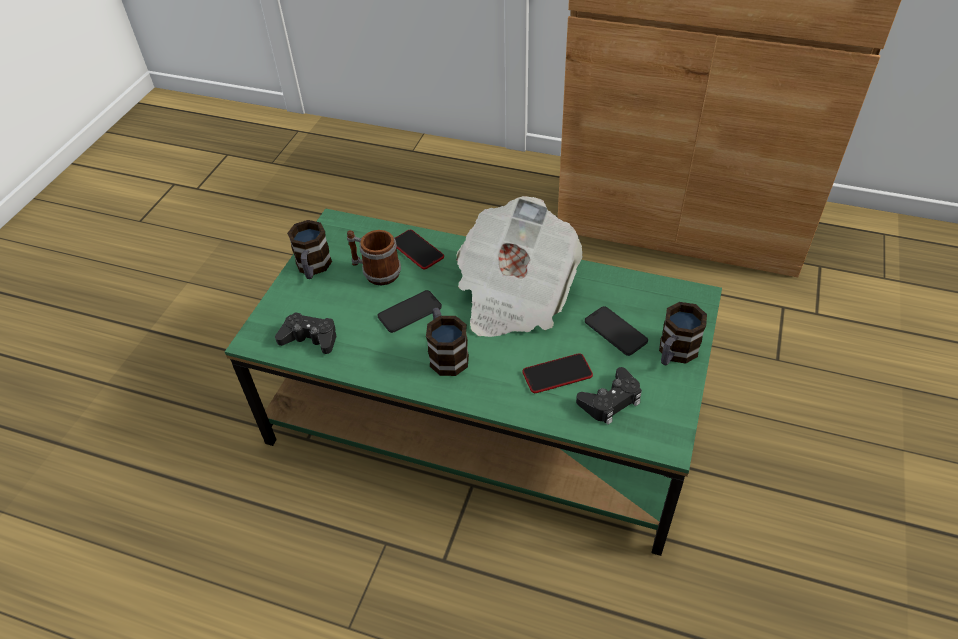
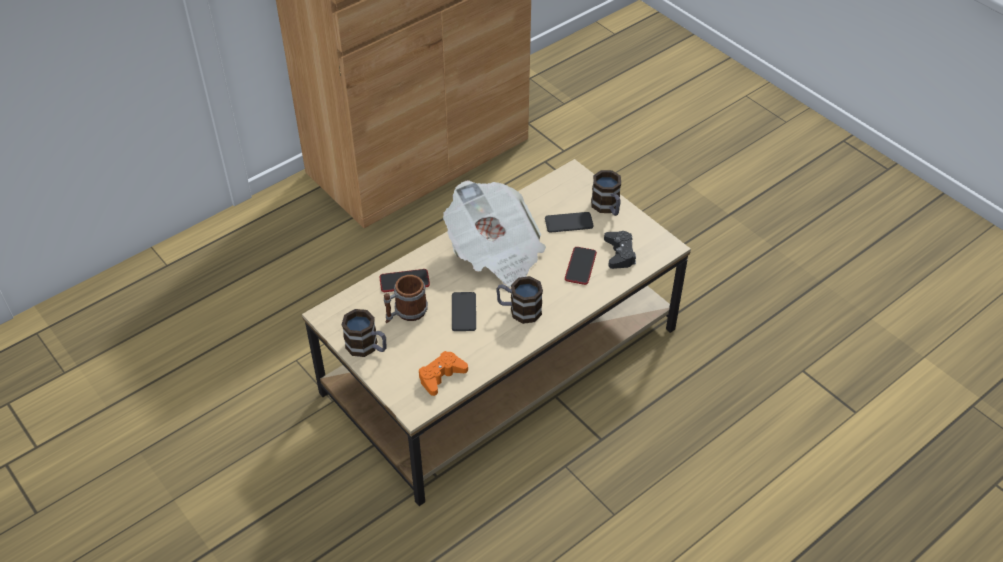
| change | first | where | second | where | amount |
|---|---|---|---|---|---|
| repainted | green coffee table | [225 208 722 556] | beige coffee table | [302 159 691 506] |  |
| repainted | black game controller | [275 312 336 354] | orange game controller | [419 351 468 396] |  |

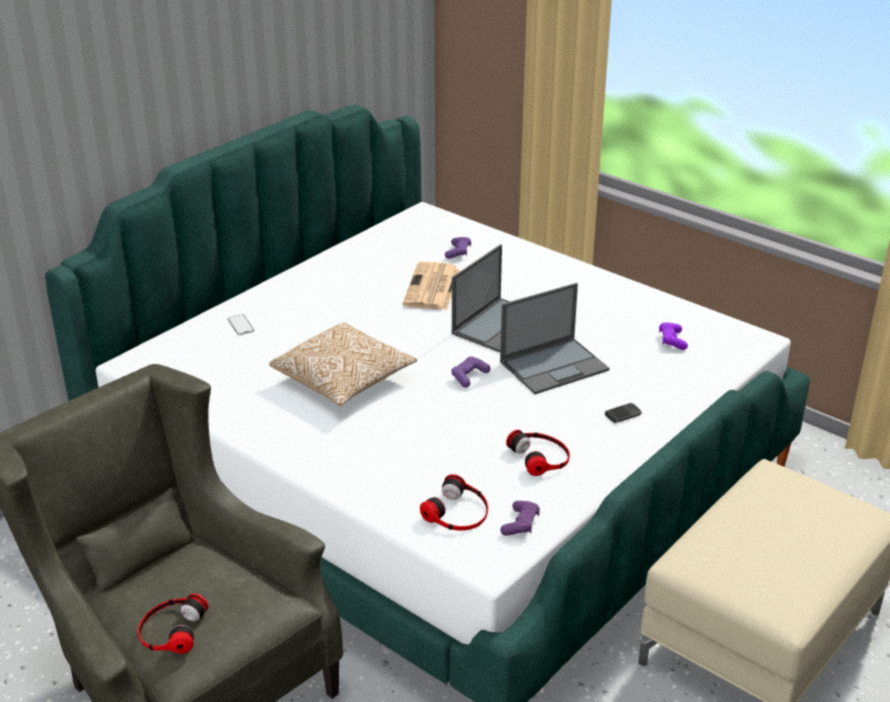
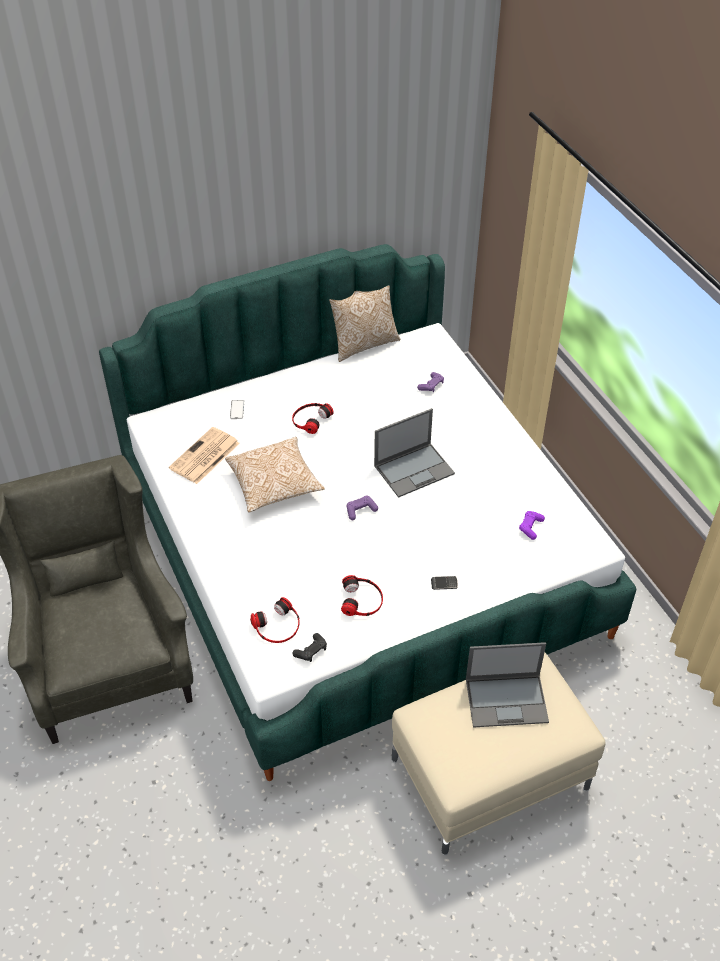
| change | first | where | second | where | amount |
|---|---|---|---|---|---|
| shifted | newspaper | [402 262 460 310] |  | [169 427 240 484] |  |
| shifted | headphones | [138 594 209 654] |  | [292 403 334 434] |  |
| repainted | purple game controller | [500 501 540 536] | black game controller | [292 633 327 662] |  |
| new |  |  | pillow | [329 285 401 362] |  |
| shifted | laptop | [500 283 610 394] |  | [466 642 549 728] |  |

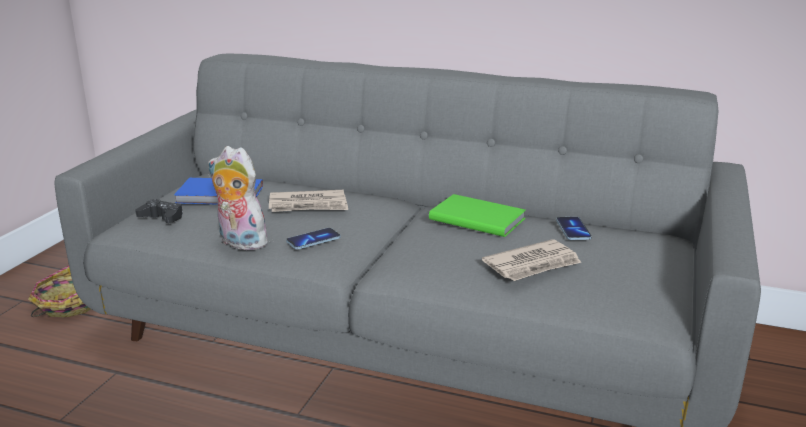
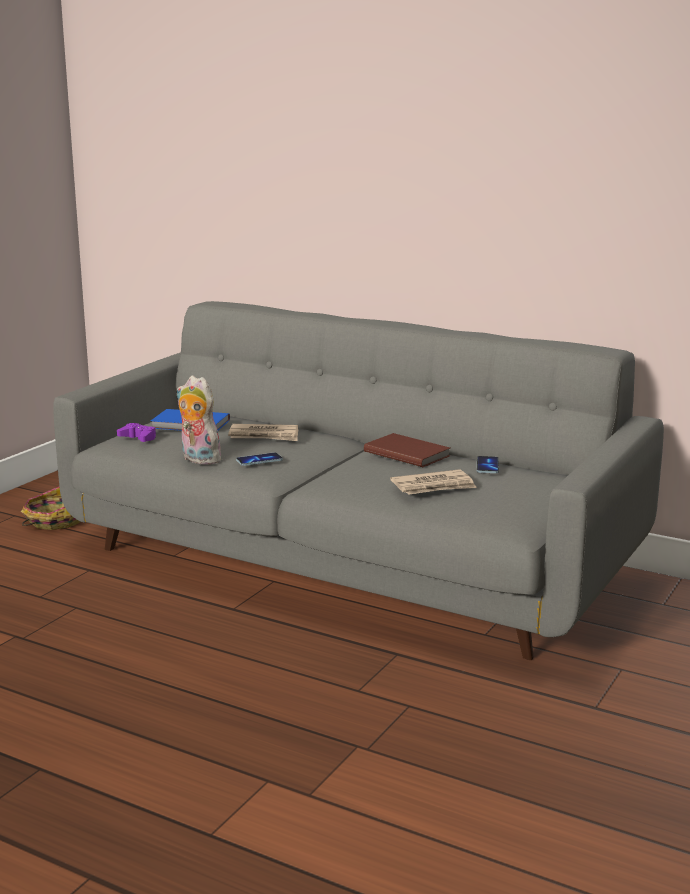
| change | first | where | second | where | amount |
|---|---|---|---|---|---|
| repainted | black game controller | [135 199 183 223] | purple game controller | [117 423 156 442] |  |
| repainted | green book | [429 194 526 237] | brown book | [364 433 450 467] |  |

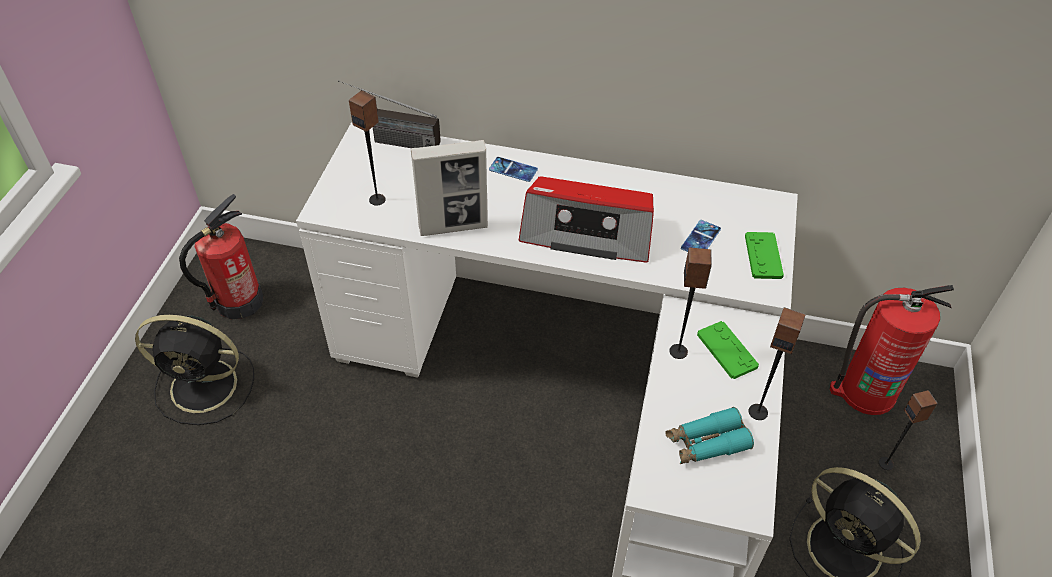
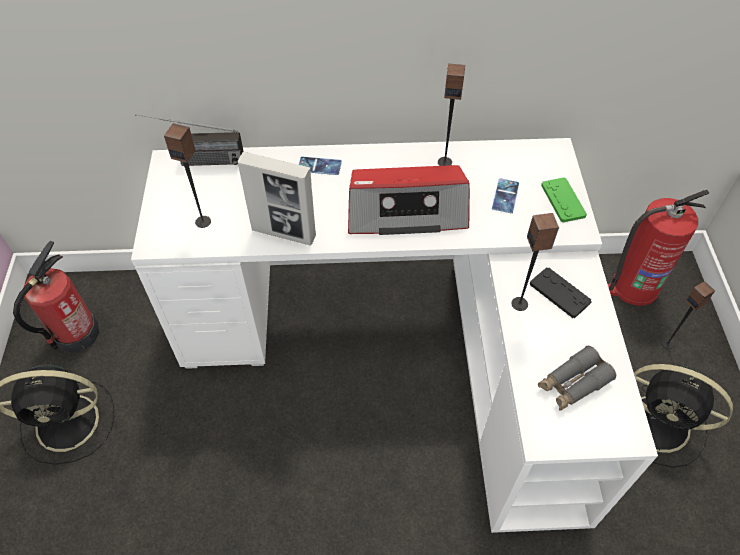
| change | first | where | second | where | amount |
|---|---|---|---|---|---|
| rotated | picture frame | [411 140 488 236] |  | [238 151 316 245] | 45 degrees clockwise |
| shifted | speaker | [749 307 805 420] |  | [438 63 465 166] |  |
| repainted | green game controller | [697 321 759 379] | black game controller | [530 267 592 318] |  |
| repainted | turquoise binoculars | [665 407 754 464] | grey binoculars | [538 346 616 410] |  |

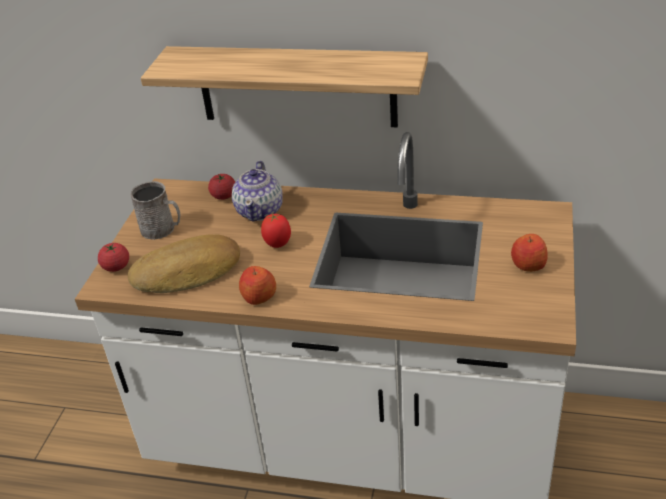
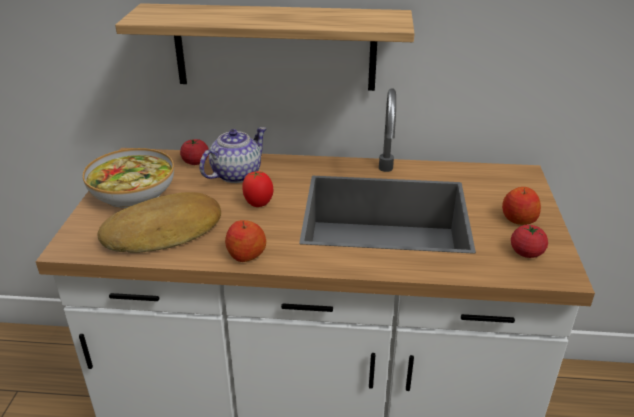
| change | first | where | second | where | amount |
|---|---|---|---|---|---|
| swapped | grey mug | [130 181 180 240] | bowl | [83 148 174 208] |  |
| rotated | teapot | [232 161 283 222] |  | [200 127 267 183] | 135 degrees counterclockwise |
| shifted | tomato | [98 243 129 272] |  | [511 225 548 258] |  |

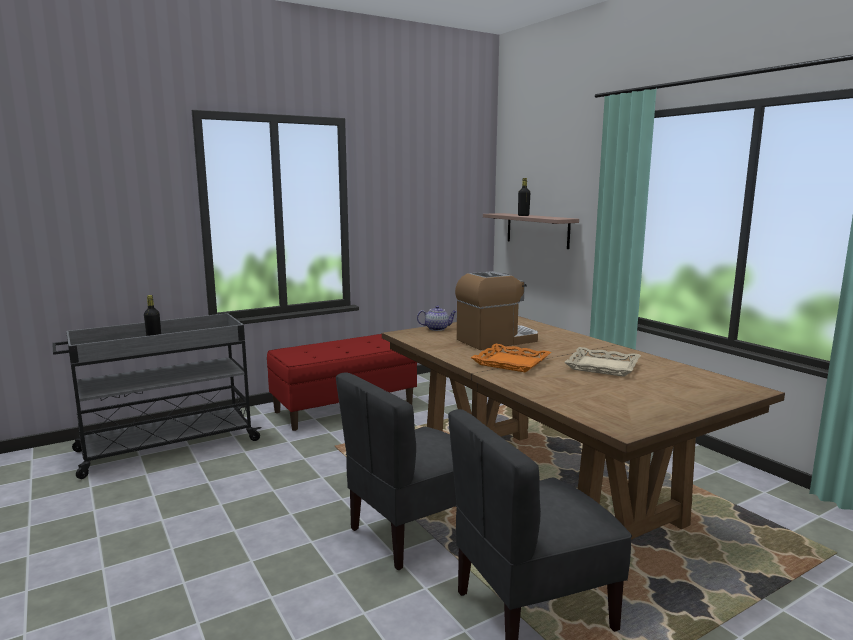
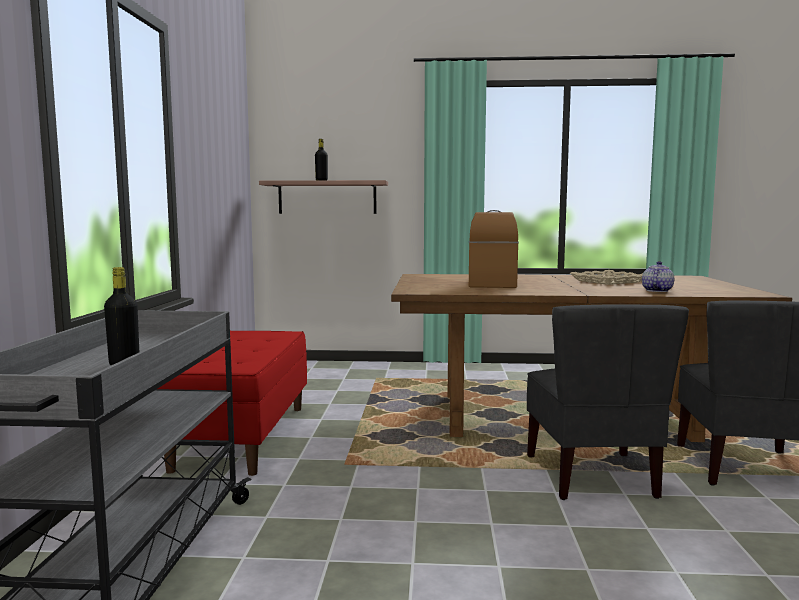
| change | first | where | second | where | amount |
|---|---|---|---|---|---|
| shifted | teapot | [417 305 457 331] |  | [642 261 674 292] |  |
| gone | orange tray | [471 343 551 373] |  |  |  |

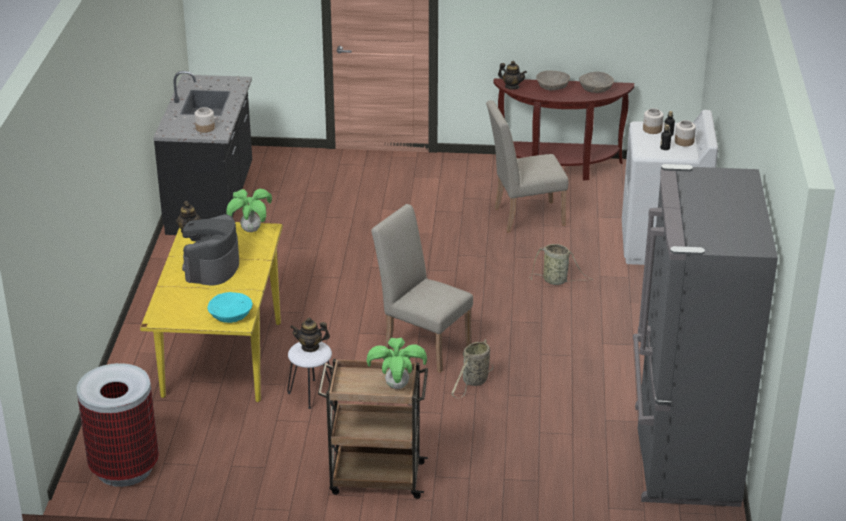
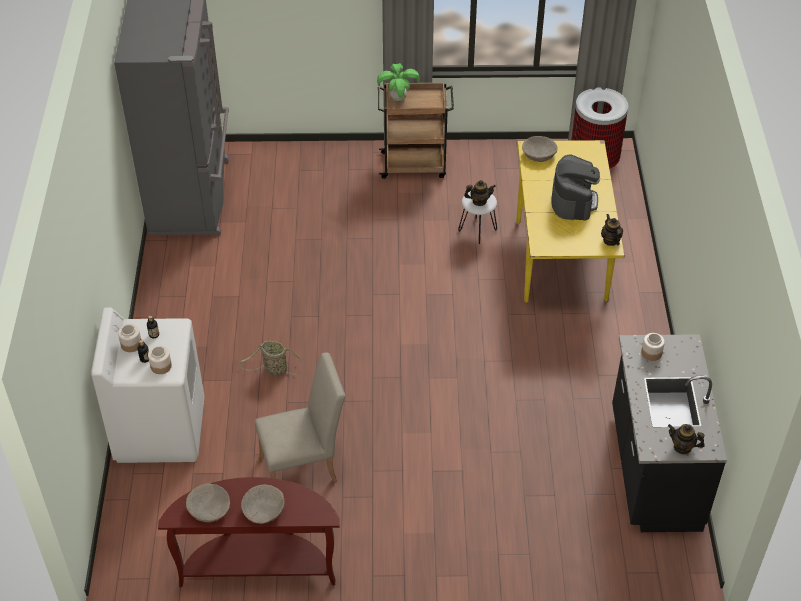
| change | first | where | second | where | amount |
|---|---|---|---|---|---|
| repainted | turquoise bowl | [207 292 253 323] | beige bowl | [522 136 558 162] |  |
| shifted | teapot | [498 61 527 90] |  | [668 424 705 454] |  |
| gone | potted plant | [226 189 272 232] |  |  |  |
| gone | beige chair | [371 204 473 373] |  |  |  |
| gone | basket | [451 339 493 398] |  |  |  |

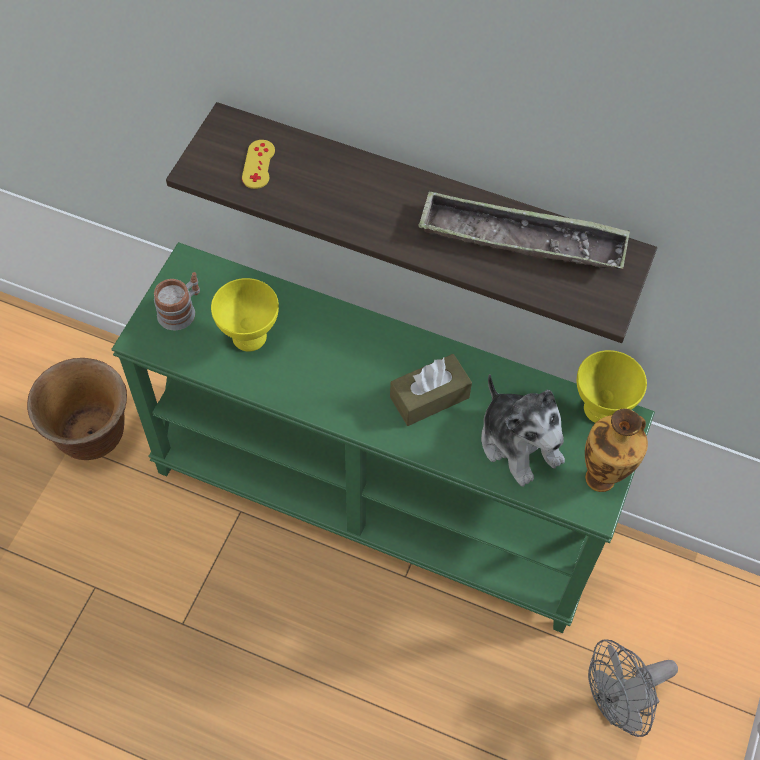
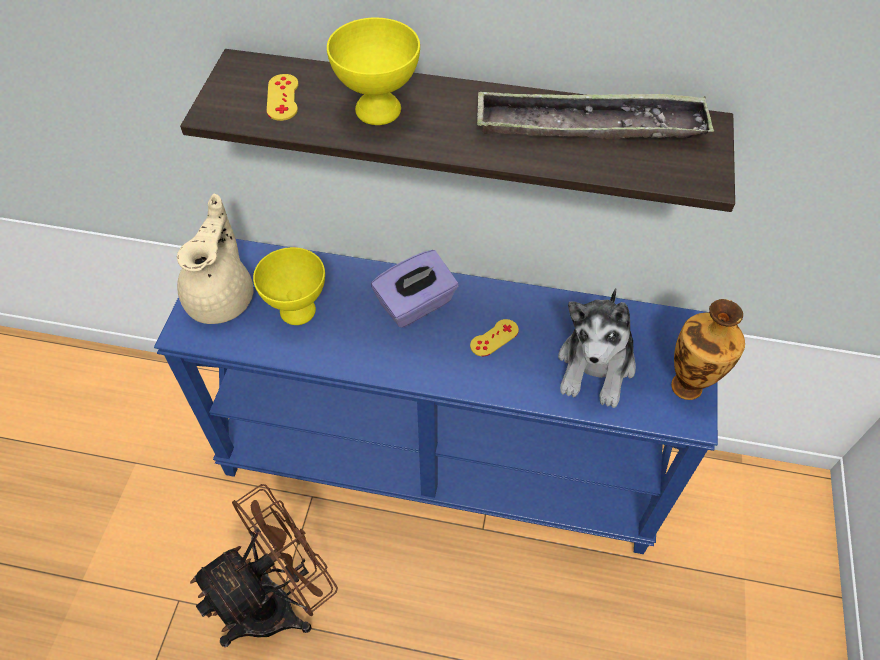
| change | first | where | second | where | amount |
|---|---|---|---|---|---|
| repainted | green console table | [111 242 655 633] | blue console table | [154 239 718 554] |  |
| swapped | mug | [154 272 200 330] | beige teapot | [177 194 254 324] |  |
| new |  |  | brown fan | [190 484 338 647] |  |
| shifted | yellow bowl | [577 350 647 423] |  | [327 18 420 125] |  |
| new |  |  | purple tissue box | [371 250 459 328] |  |
| swapped | brown tissue box | [390 354 472 426] | yellow game controller | [470 319 519 356] |  |
| rotated | plush toy | [481 374 565 486] |  | [558 288 636 408] | 60 degrees clockwise |
| gone | brown planter | [27 358 127 460] |  |  |  |
| gone | grey fan | [588 639 678 737] |  |  |  |

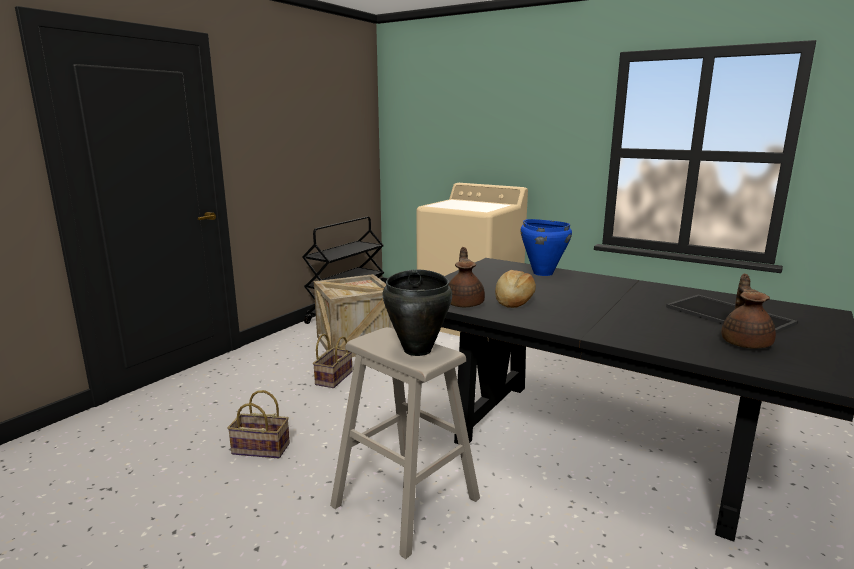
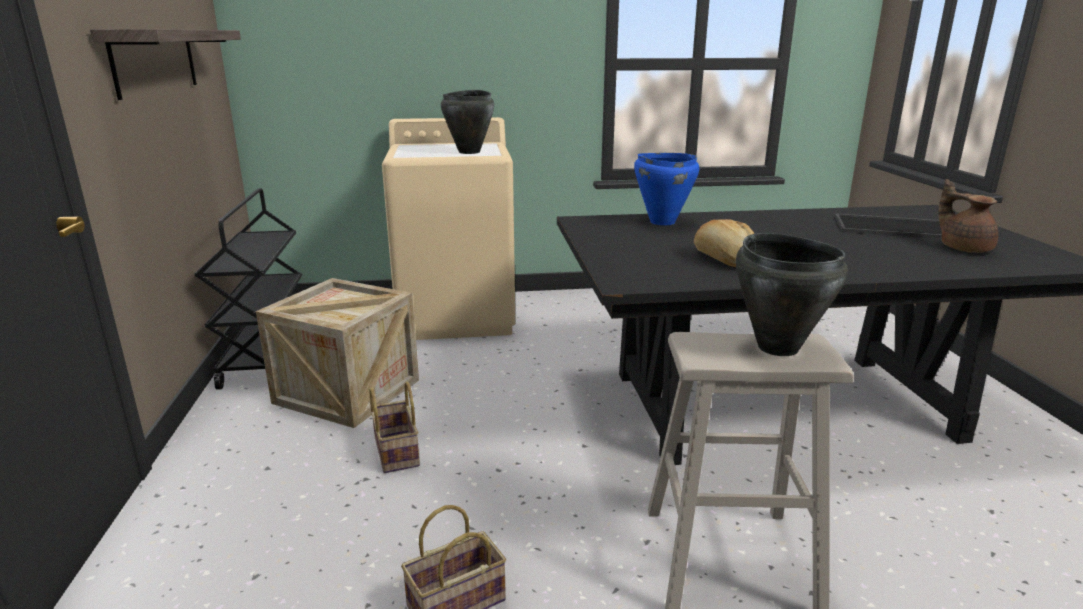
| change | first | where | second | where | amount |
|---|---|---|---|---|---|
| new |  |  | shelf | [90 29 241 100] |  |
| new |  |  | black cooking pot | [441 90 494 154] |  |
| gone | brown teapot | [449 247 485 307] |  |  |  |

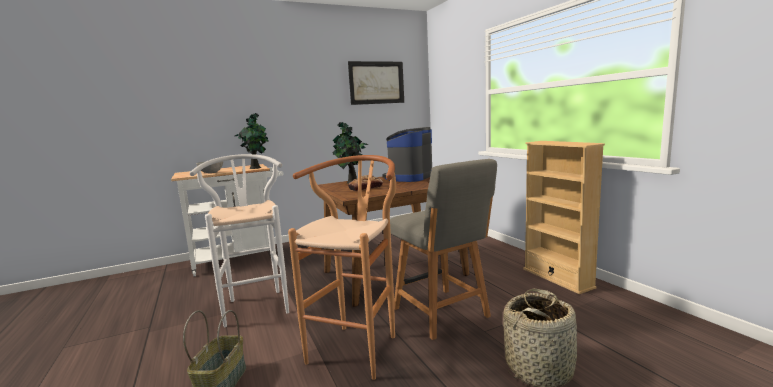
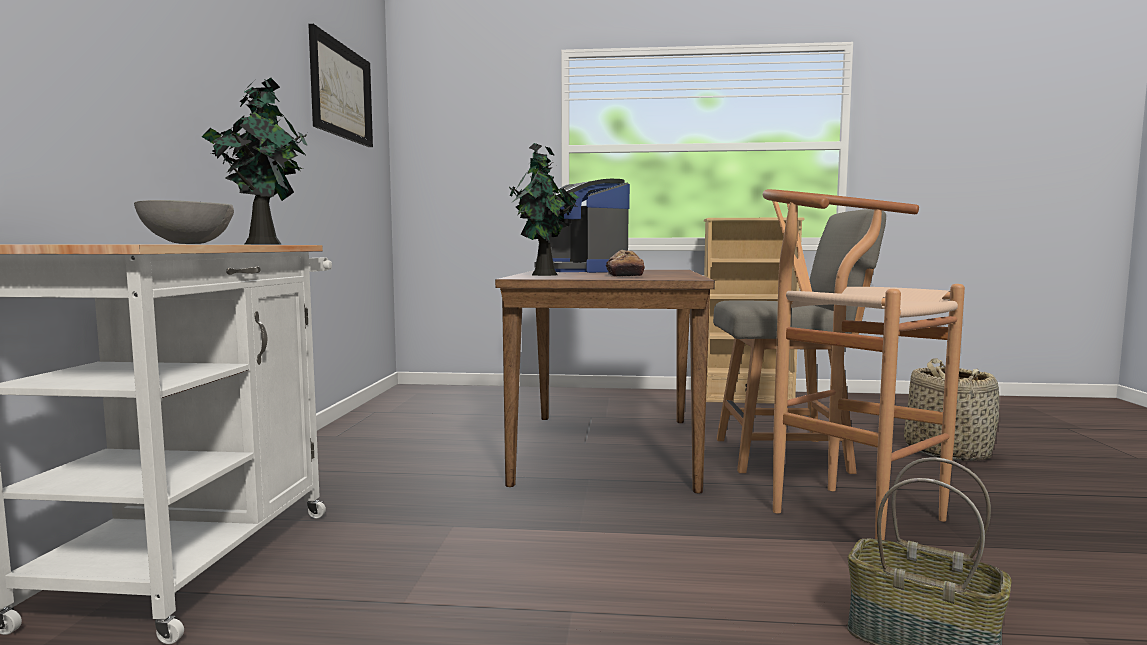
| change | first | where | second | where | amount |
|---|---|---|---|---|---|
| gone | white stool | [190 154 289 327] |  |  |  |

